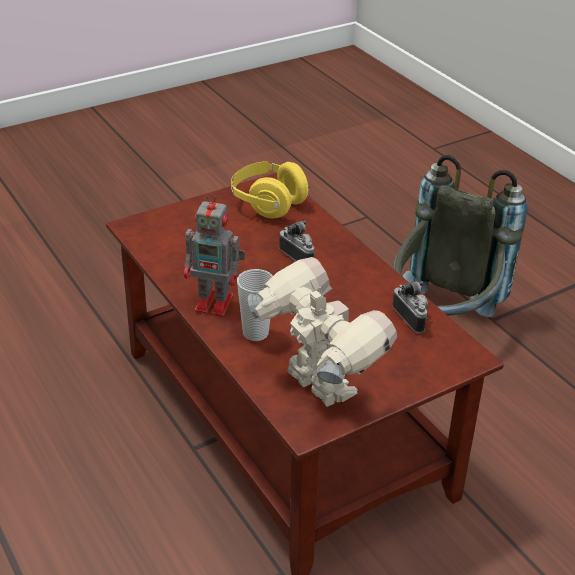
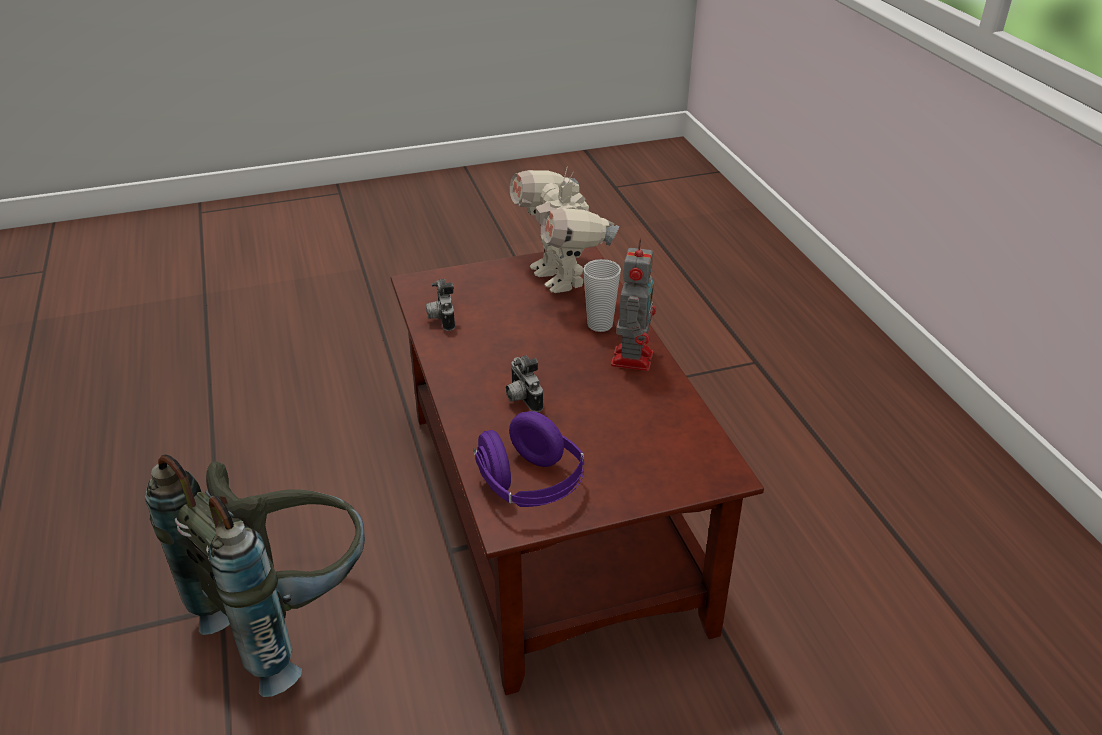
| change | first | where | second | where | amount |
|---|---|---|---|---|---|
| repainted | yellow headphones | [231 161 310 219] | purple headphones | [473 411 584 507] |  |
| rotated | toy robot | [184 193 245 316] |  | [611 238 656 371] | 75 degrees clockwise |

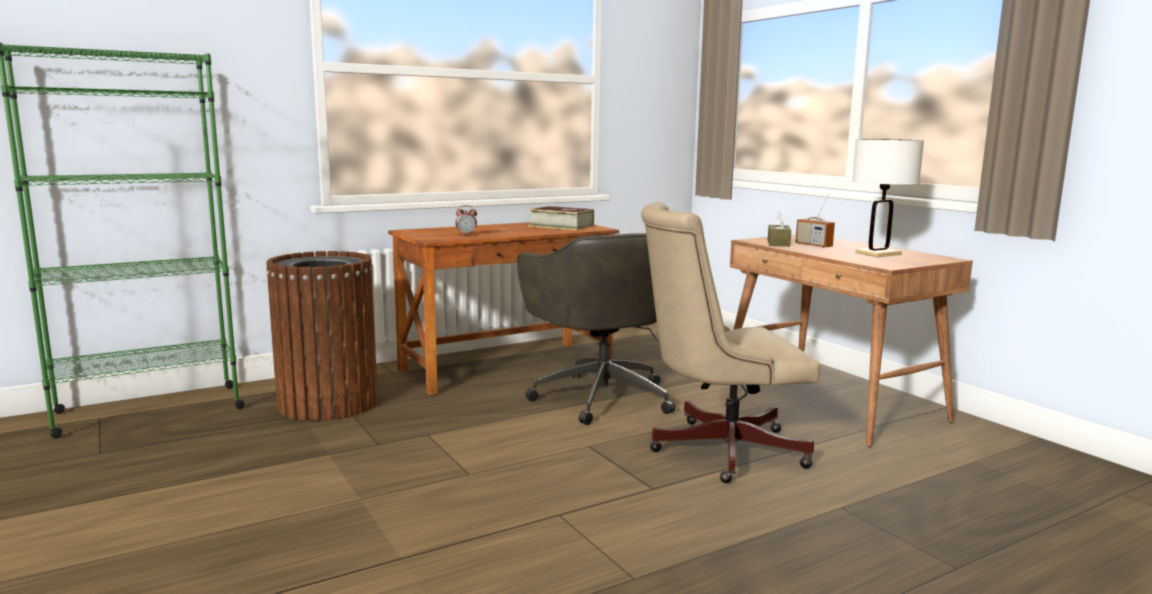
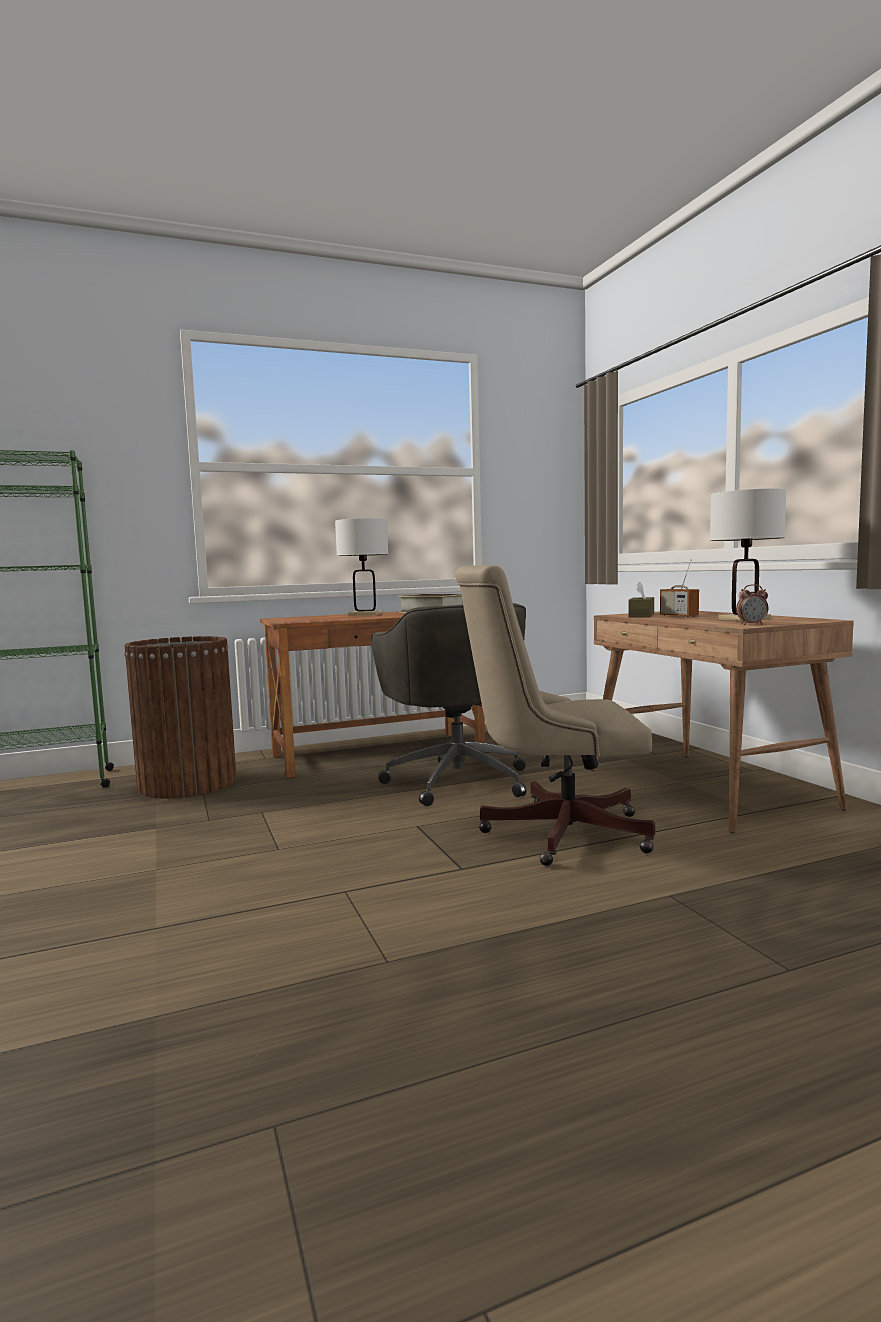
| change | first | where | second | where | amount |
|---|---|---|---|---|---|
| new |  |  | white table lamp | [335 518 388 616] |  |
| shifted | alarm clock | [455 205 477 235] |  | [736 584 768 625] |  |

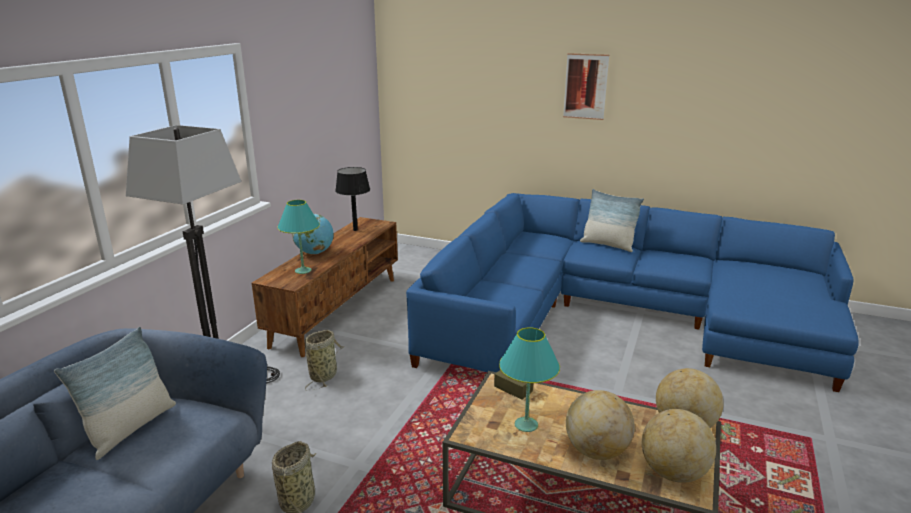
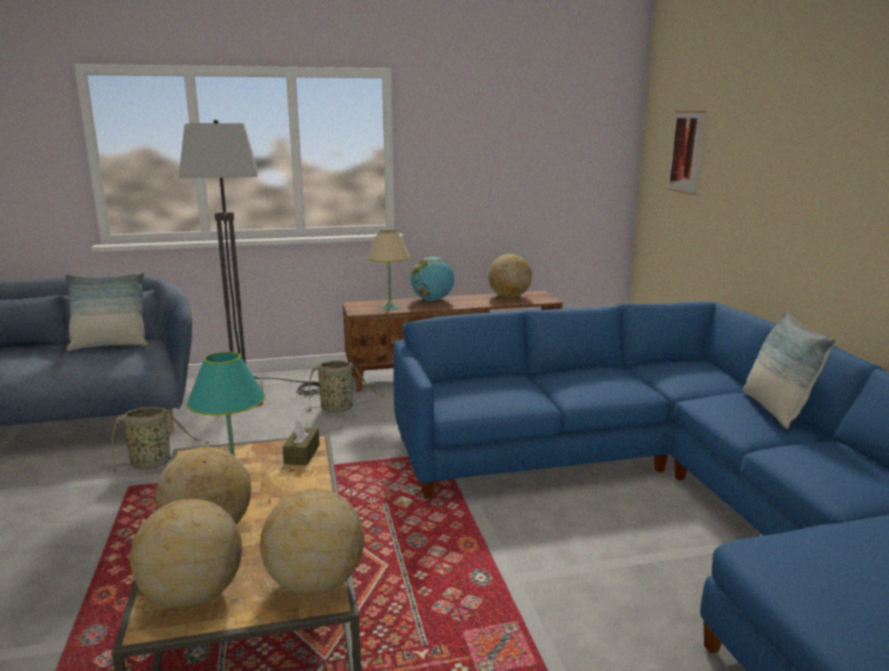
| change | first | where | second | where | amount |
|---|---|---|---|---|---|
| repainted | turquoise table lamp | [277 200 320 274] | beige table lamp | [367 230 411 309] |  |
| swapped | black table lamp | [335 167 370 231] | globe | [488 254 532 298] |  |
| shifted | picture | [563 53 609 120] |  | [668 111 706 195] |  |

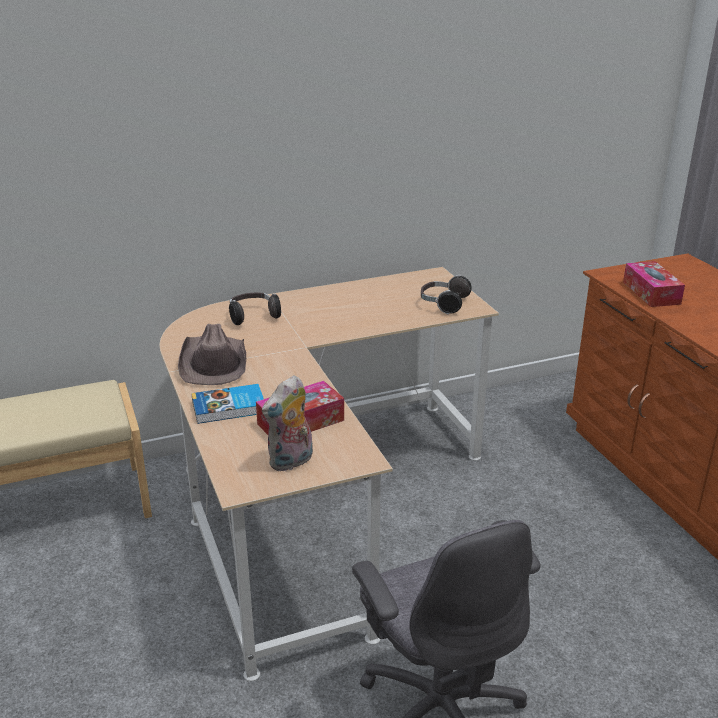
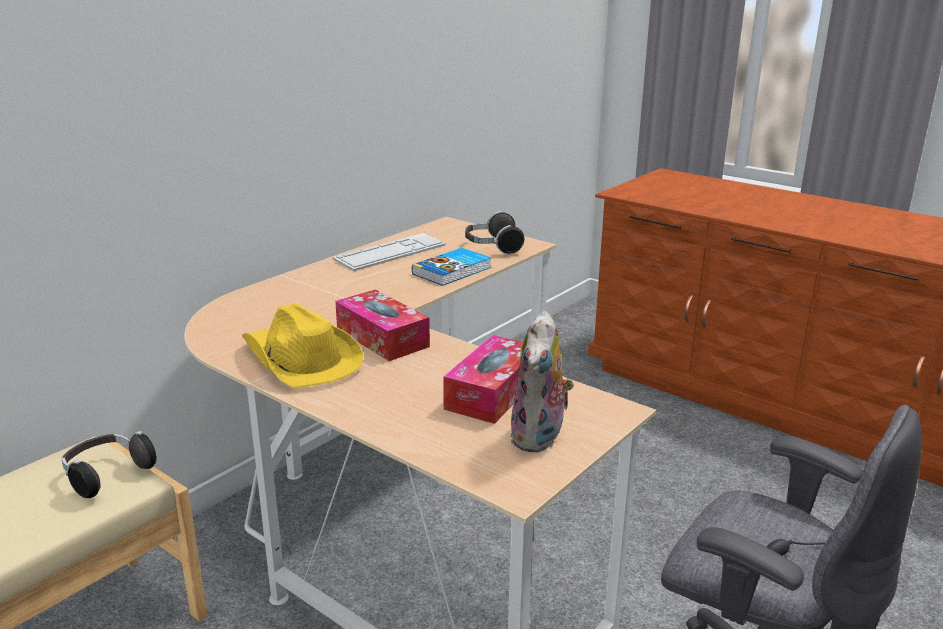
| change | first | where | second | where | amount |
|---|---|---|---|---|---|
| shifted | headphones | [229 293 281 325] |  | [62 431 157 498] |  |
| repainted | brown hat | [178 324 246 385] | yellow hat | [242 303 364 388] |  |
| new |  |  | keyboard | [332 233 445 271] |  |
| shifted | tissue box | [623 261 685 307] |  | [335 289 430 361] |  |
| shifted | book | [191 384 264 424] |  | [412 248 492 286] |  |

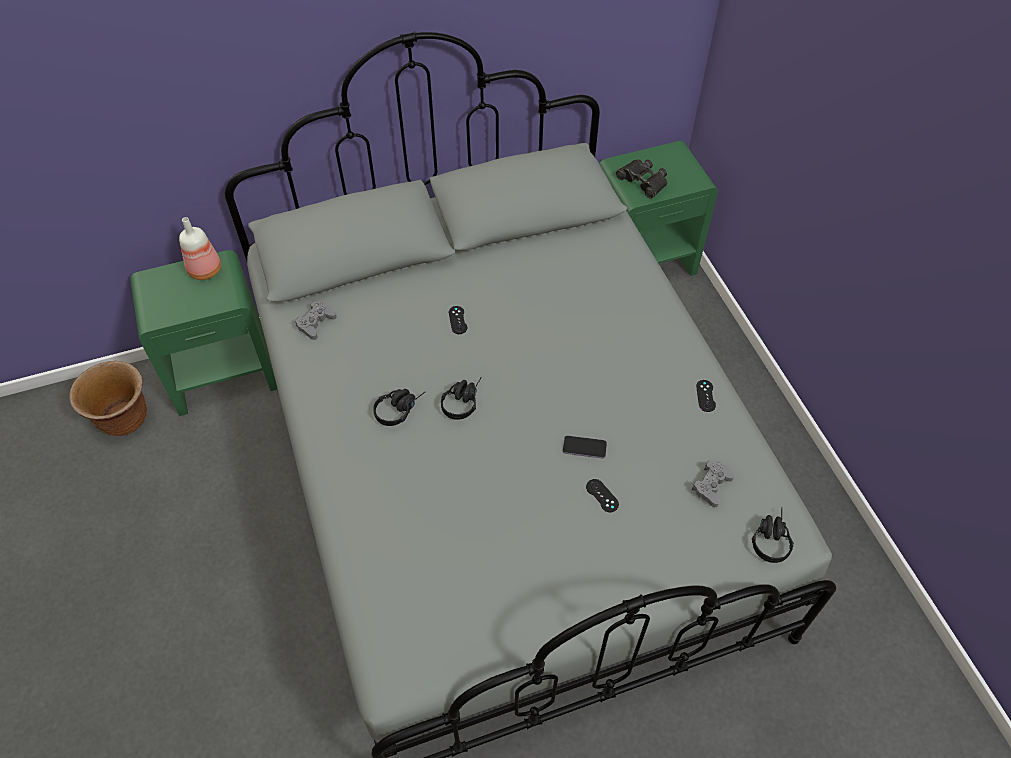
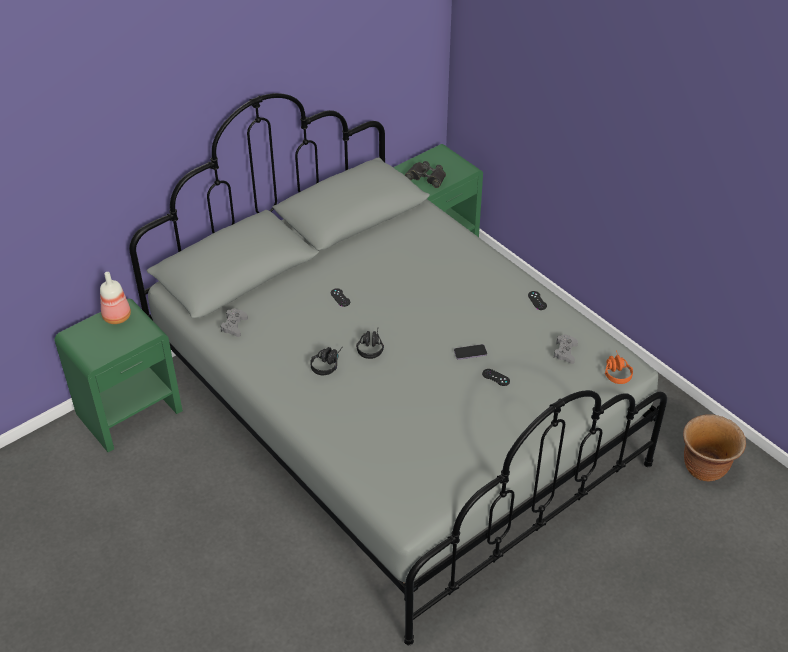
| change | first | where | second | where | amount |
|---|---|---|---|---|---|
| repainted | black headphones | [752 507 794 563] | orange headphones | [605 350 633 384] |  |
| shifted | brown planter | [69 361 147 436] |  | [683 414 746 481] |  |

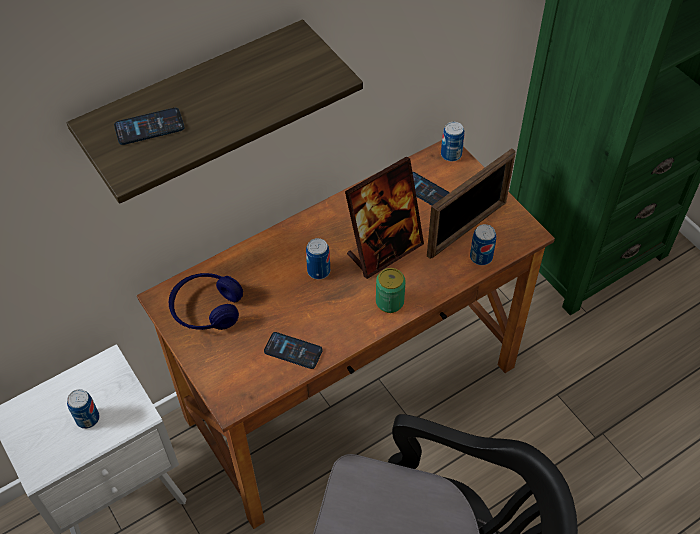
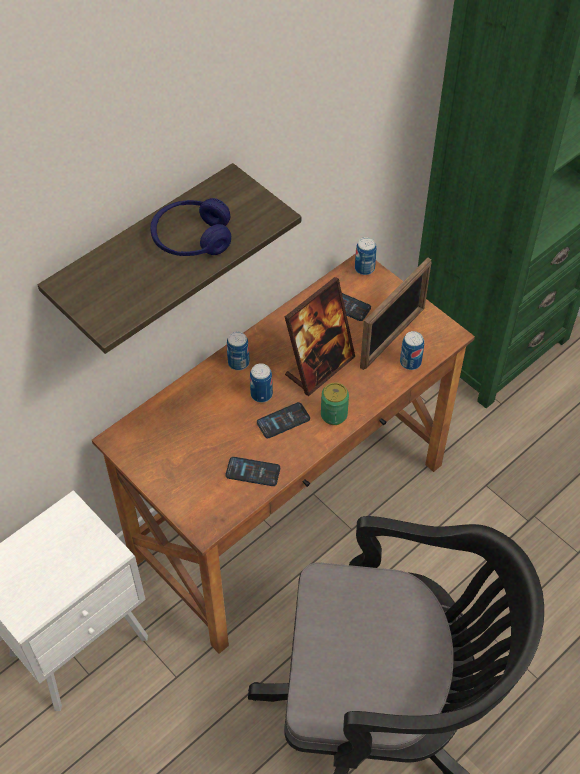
| change | first | where | second | where | amount |
|---|---|---|---|---|---|
| shifted | blue headphones | [169 273 243 330] |  | [150 198 231 256] |  |
| shifted | can | [67 389 100 429] |  | [227 332 250 370] |  |
| shifted | phone | [114 108 184 145] |  | [257 402 310 438] |  |

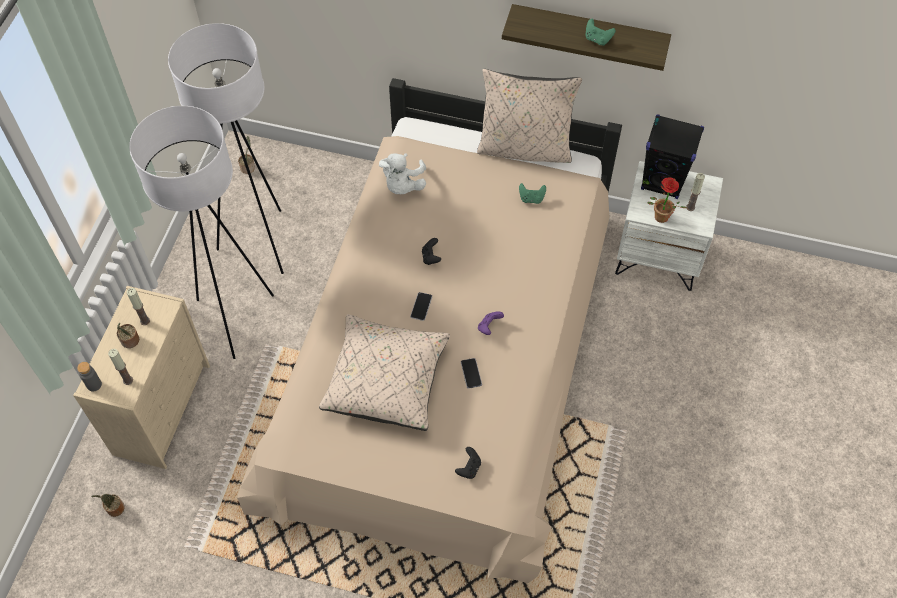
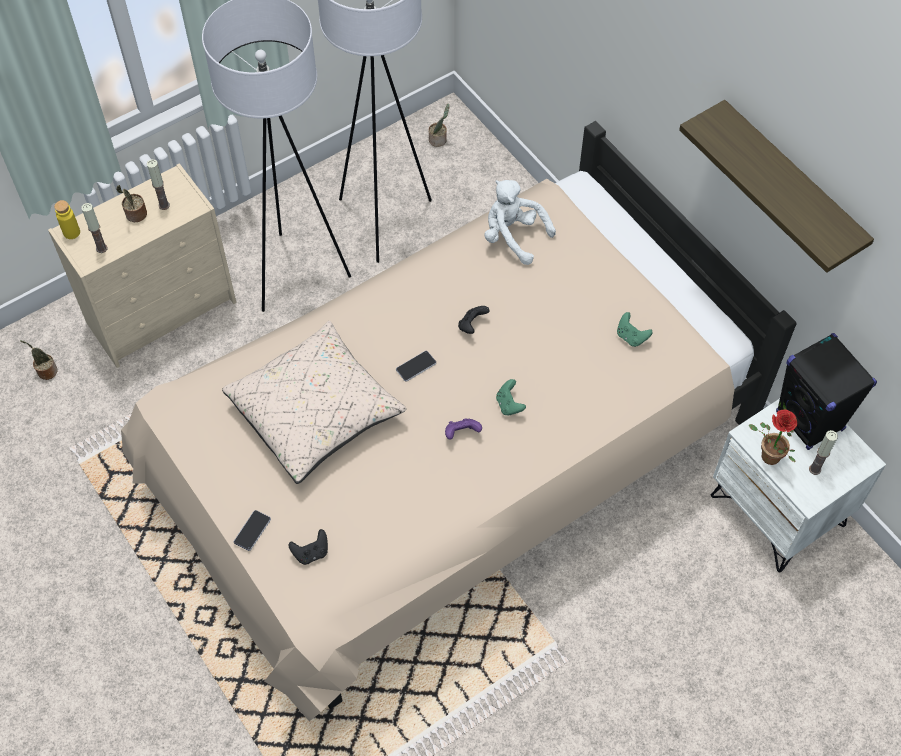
| change | first | where | second | where | amount |
|---|---|---|---|---|---|
| repainted | grey bottle | [77 362 102 392] | yellow bottle | [54 200 80 239] |  |
| shifted | phone | [461 358 482 389] |  | [234 510 271 551] |  |
| rotated | white plush toy | [379 153 426 194] |  | [484 180 556 265] | 75 degrees clockwise |
| shifted | green game controller | [586 19 616 46] |  | [496 379 526 416] |  |
| gone | beige pillow | [477 69 582 163] |  |  |  |

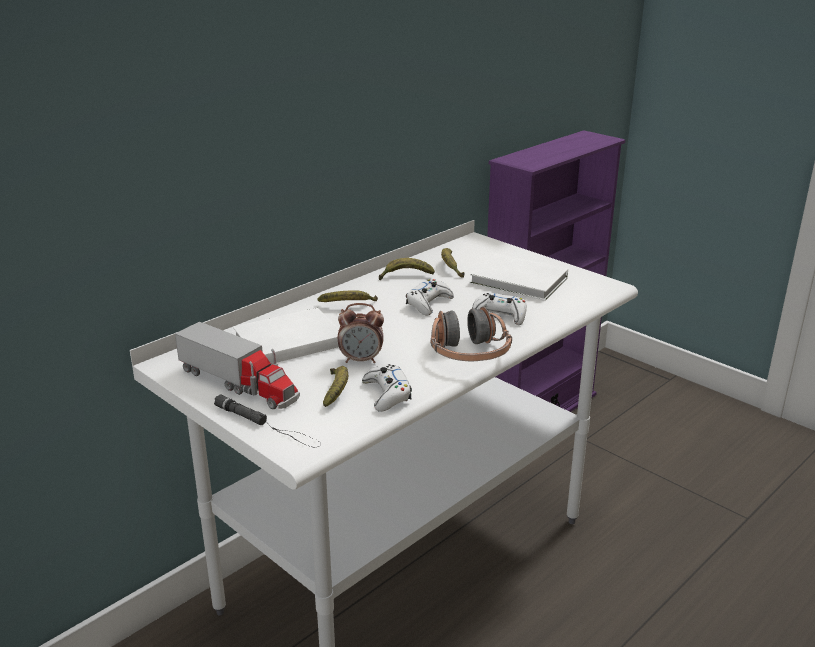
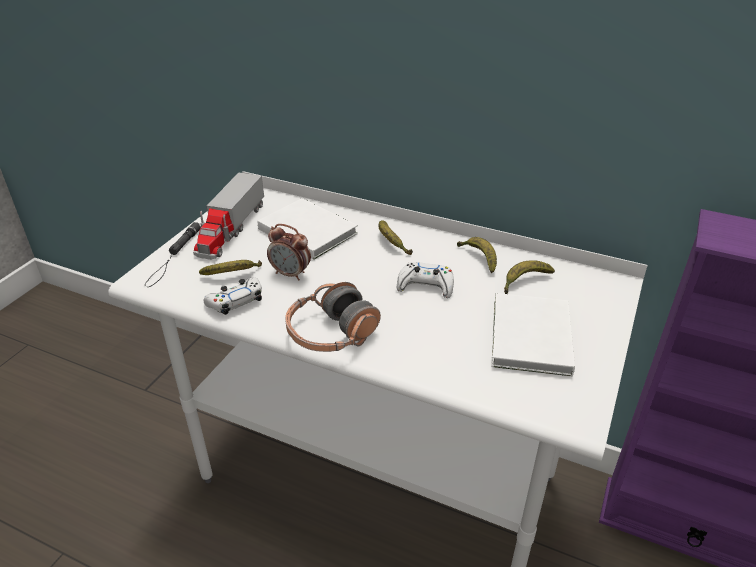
| change | first | where | second | where | amount |
|---|---|---|---|---|---|
| rotated | alarm clock | [338 303 384 363] |  | [267 224 311 280] | 45 degrees counterclockwise |
| gone | white game controller | [472 293 527 325] |  |  |  |

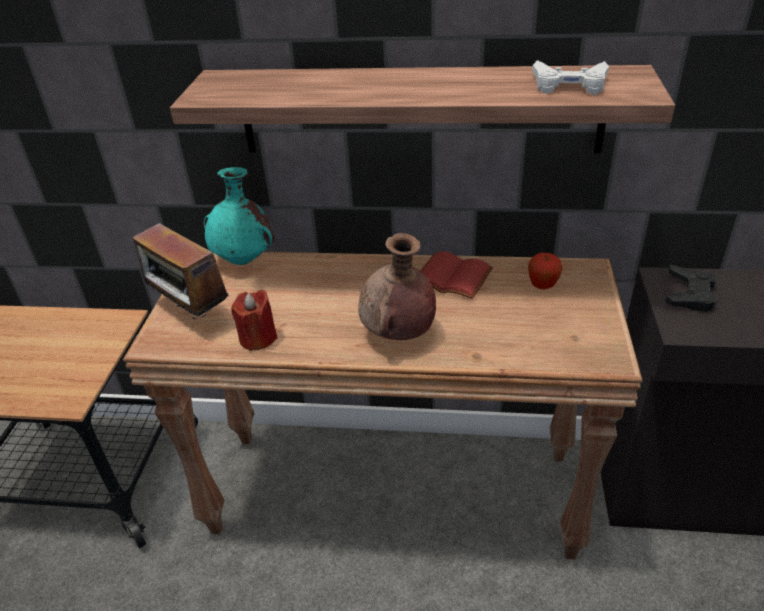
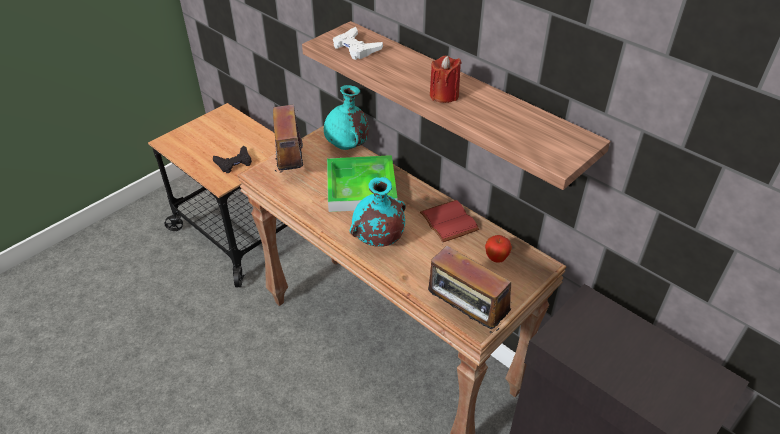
| change | first | where | second | where | amount |
|---|---|---|---|---|---|
| shifted | black game controller | [665 265 718 312] |  | [213 146 252 173] |  |
| new |  |  | tray | [327 155 398 212] |  |
| shifted | white game controller | [532 60 609 95] |  | [333 27 383 60] |  |
| repainted | brown vase | [358 233 436 340] | turquoise vase | [350 177 406 247] |  |
| new |  |  | radio | [428 246 511 333] |  |
| shifted | red candle | [231 290 278 351] |  | [430 56 462 103] |  |

